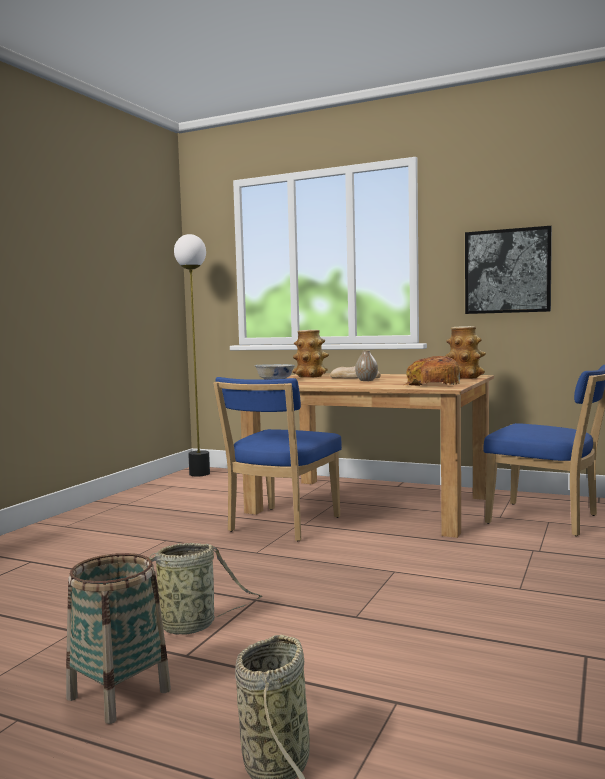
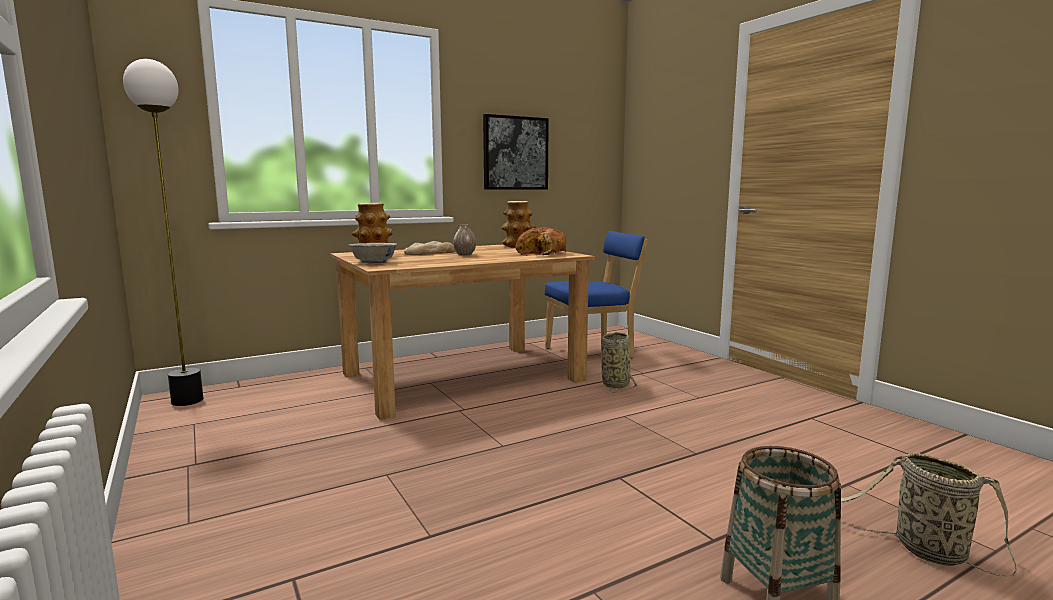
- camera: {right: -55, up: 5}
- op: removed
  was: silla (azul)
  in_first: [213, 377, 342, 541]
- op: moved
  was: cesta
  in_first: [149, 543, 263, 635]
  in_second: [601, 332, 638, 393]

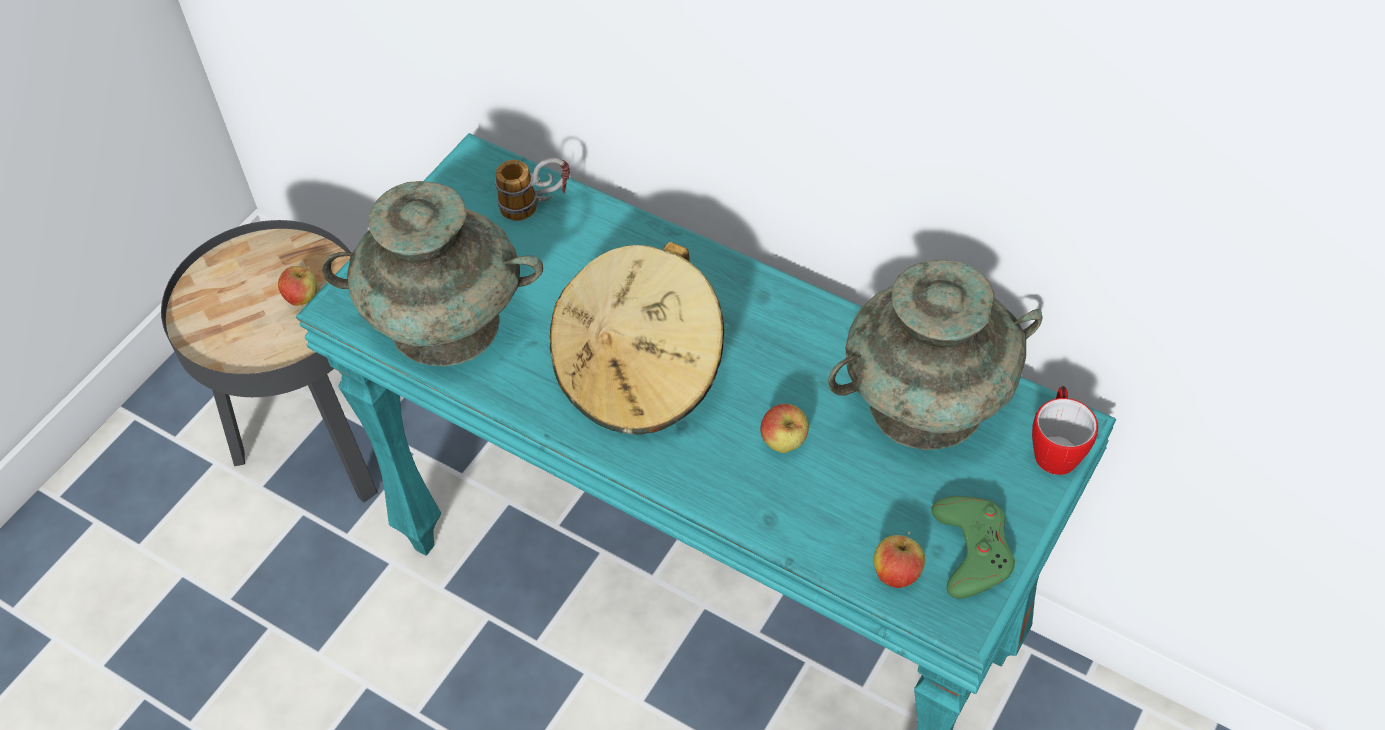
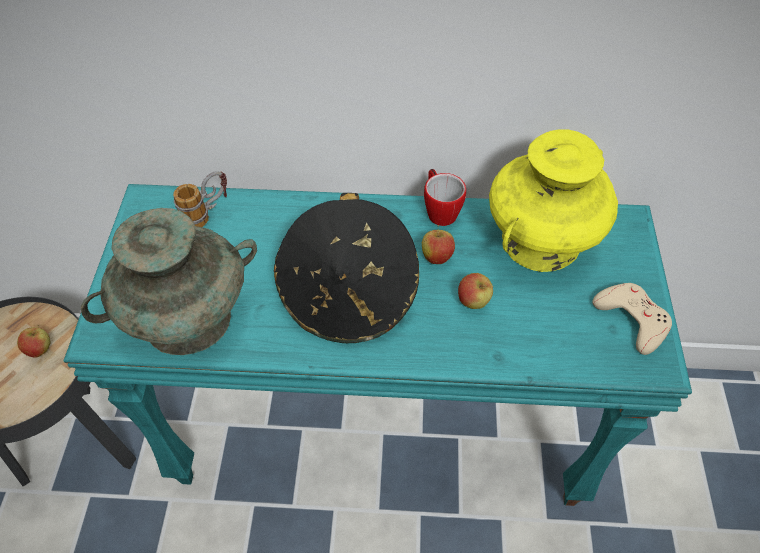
- camera: {right: -30, up: 0}
- op: moved
  was: manzana
  in_first: [873, 532, 925, 588]
  in_second: [422, 225, 455, 264]
- op: moved
  was: taza grande
  in_first: [1032, 386, 1098, 475]
  in_second: [424, 169, 466, 226]
- op: recoloured
  was: sombrero (beis)
  now: sombrero (negro)
  in_first: [550, 242, 724, 435]
  in_second: [274, 193, 419, 343]
- op: recoloured
  was: florero (turquesa)
  now: florero (amarillo)
  in_first: [828, 260, 1043, 450]
  in_second: [489, 129, 618, 272]
- op: recoloured
  was: mando de consola (verde)
  now: mando de consola (beis)
  in_first: [931, 496, 1015, 599]
  in_second: [592, 283, 672, 355]

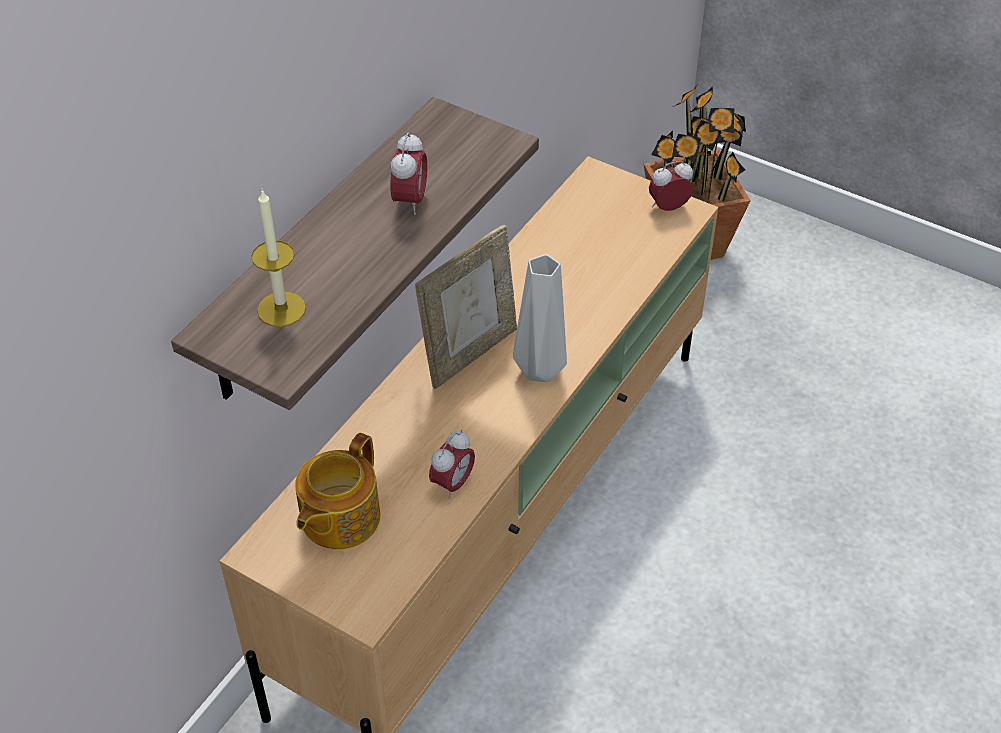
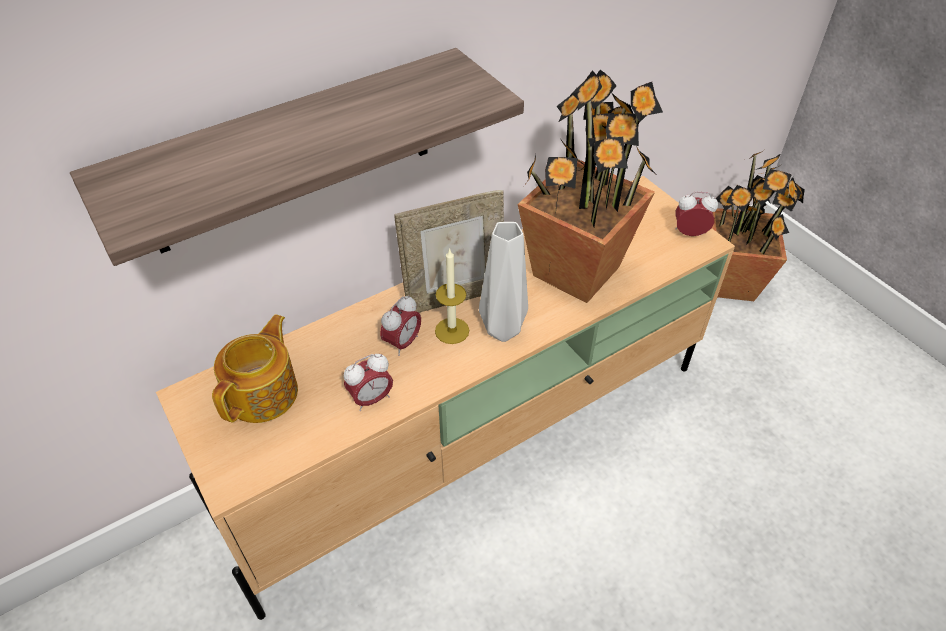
- camera: {right: 25, up: 0}
- op: added
  now: planta en maceta
  in_second: [518, 70, 663, 303]
- op: moved
  was: vela
  in_first: [251, 190, 306, 327]
  in_second: [435, 248, 469, 344]
- op: moved
  was: despertador
  in_first: [390, 131, 427, 215]
  in_second: [380, 295, 421, 356]
- op: turned
  was: tetera
  in_first: [295, 433, 380, 549]
  in_second: [212, 314, 298, 423]
  clockwise: 150

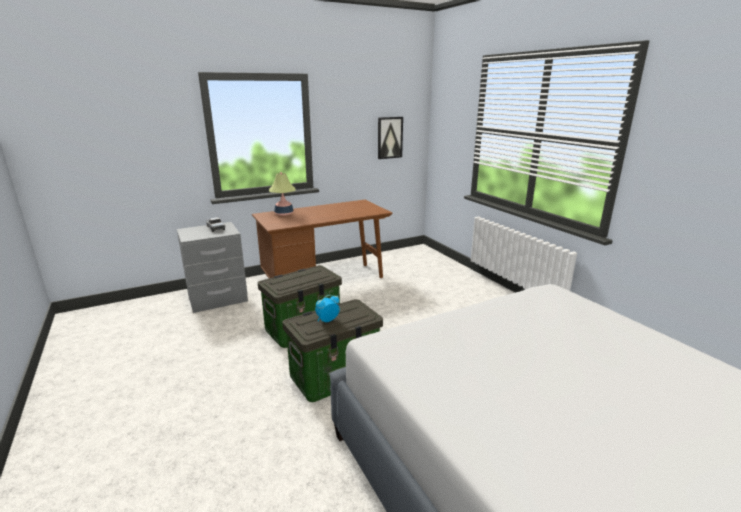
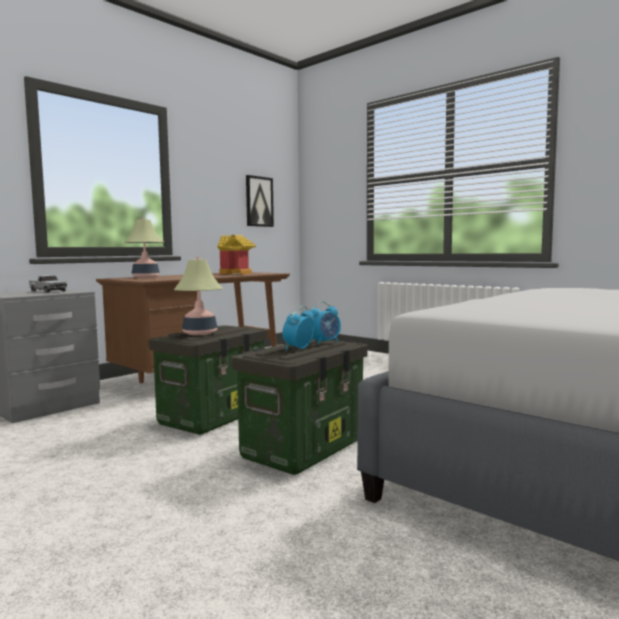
- camera: {right: -20, up: -15}
- op: added
  now: lámpara de mesa
  in_second: [174, 257, 223, 335]
- op: added
  now: casita
  in_second: [217, 235, 256, 275]
- op: added
  now: despertador
  in_second: [310, 301, 341, 345]

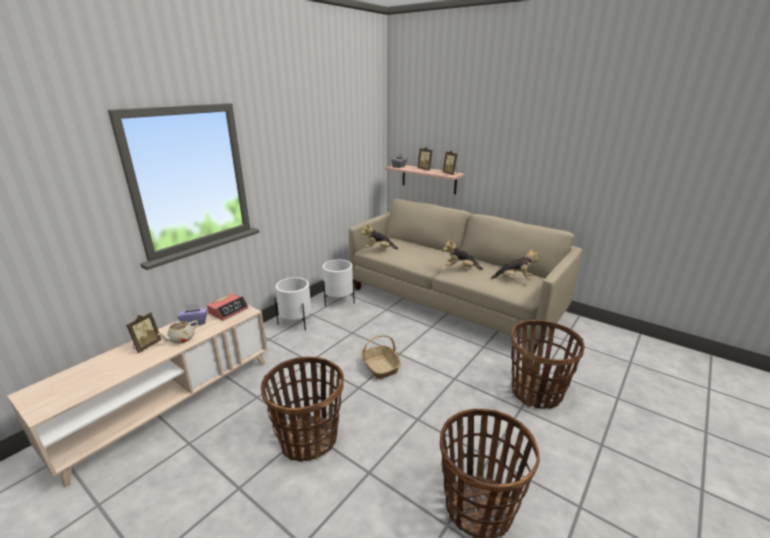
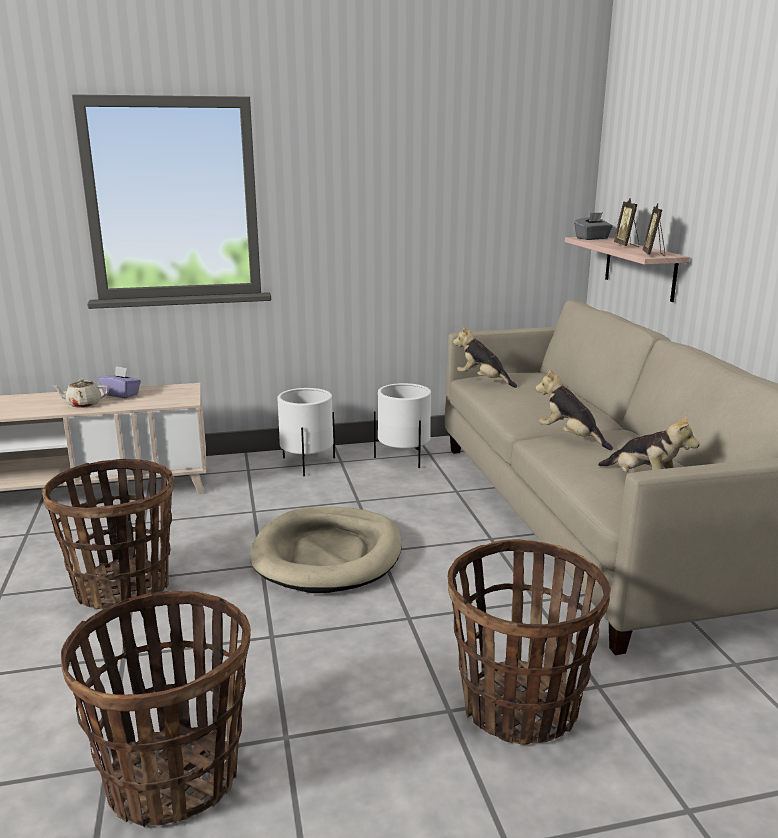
- camera: {right: 40, up: -5}
- op: removed
  was: portarretratos
  in_first: [127, 312, 162, 353]
- op: removed
  was: despertador
  in_first: [207, 293, 249, 320]
- op: replaced
  was: cesta
  now: cama para perro (beis)
  in_first: [361, 335, 401, 379]
  in_second: [250, 507, 402, 593]

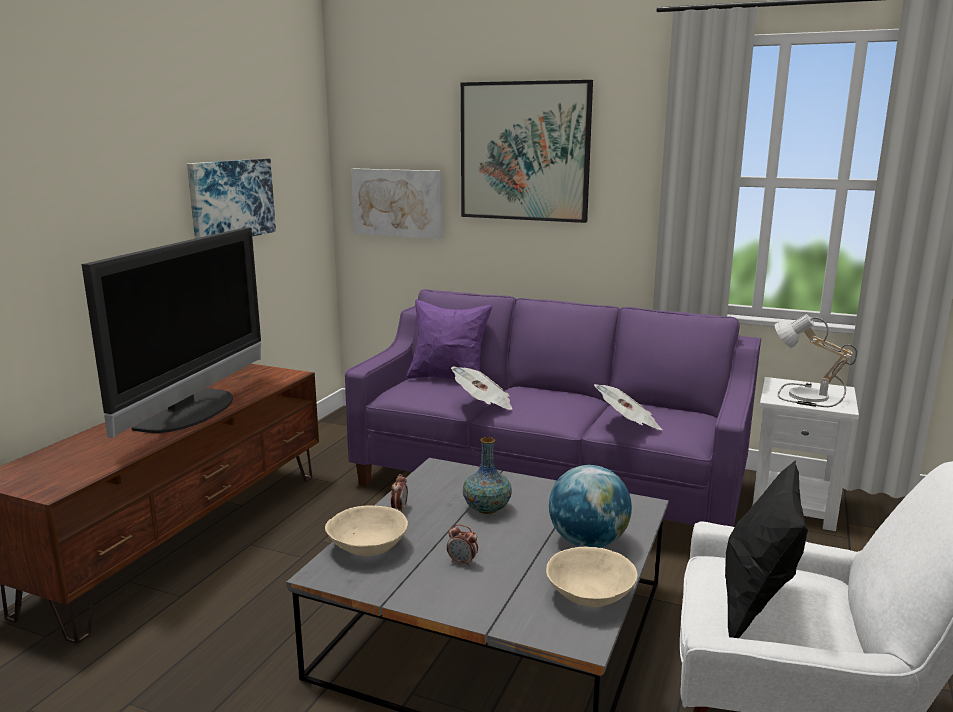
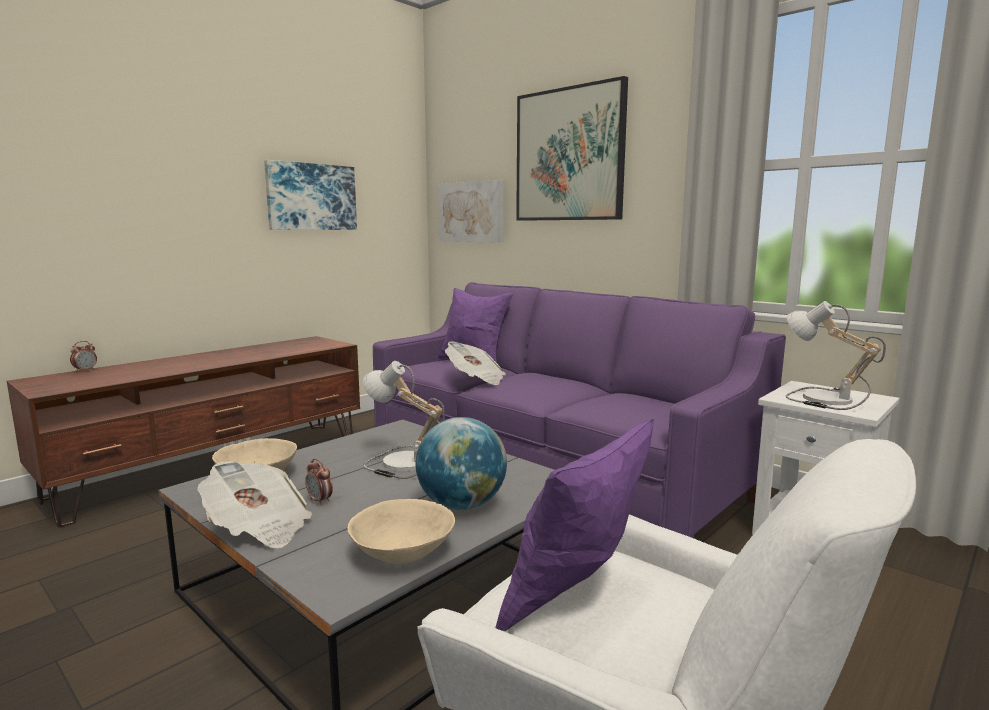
- camera: {right: 20, up: -5}
- op: removed
  was: televisor
  in_first: [82, 227, 261, 438]
- op: moved
  was: despertador
  in_first: [391, 474, 408, 512]
  in_second: [70, 341, 97, 372]
- op: moved
  was: periódico
  in_first: [594, 384, 662, 430]
  in_second: [197, 461, 312, 548]
- op: replaced
  was: florero
  now: lámpara de mesa
  in_first: [463, 437, 512, 514]
  in_second: [363, 361, 445, 479]
- op: recoloured
  was: cojín (negro)
  now: cojín (morado)
  in_first: [725, 460, 808, 638]
  in_second: [495, 419, 654, 631]

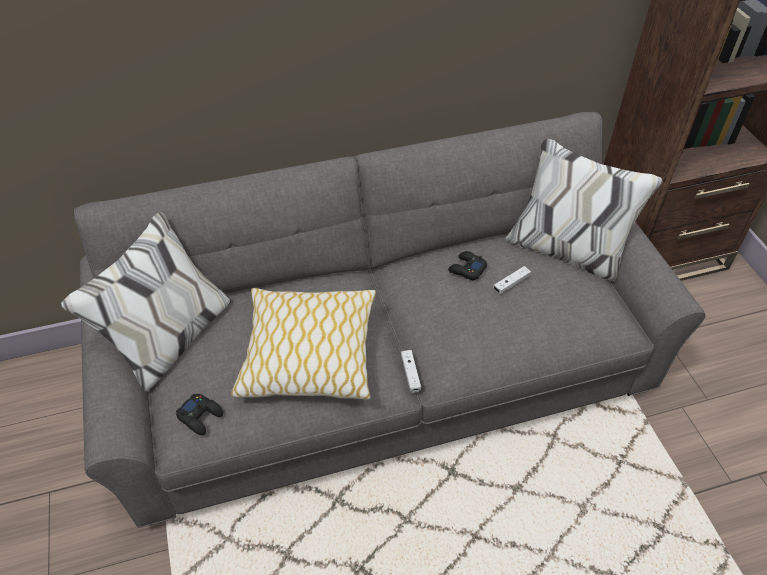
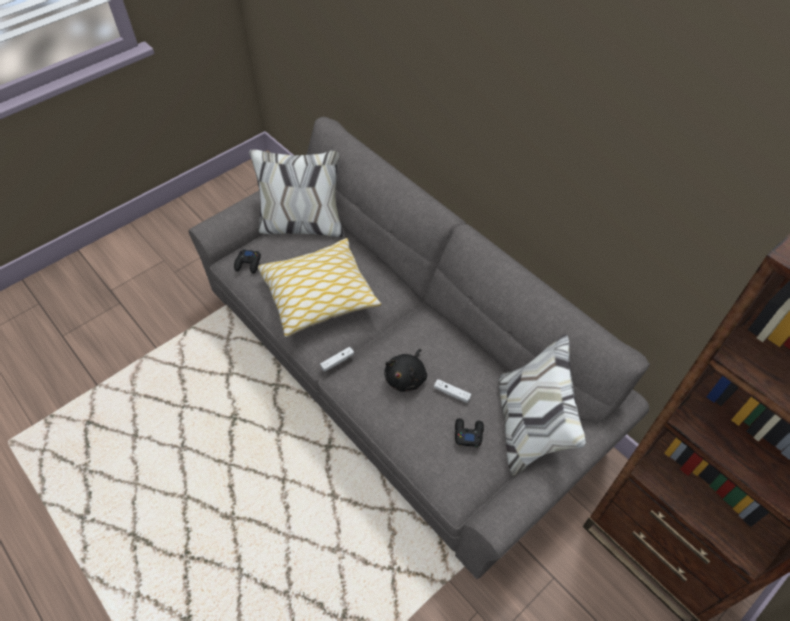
- camera: {right: 65, up: 5}
- op: added
  now: peluche (negro)
  in_second: [384, 349, 427, 392]
- op: moved
  was: mando de consola (negro)
  in_first: [448, 251, 488, 280]
  in_second: [455, 418, 484, 447]

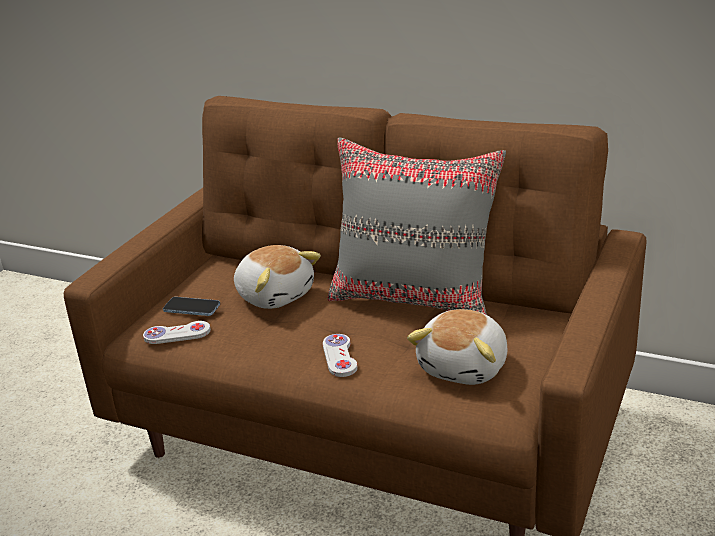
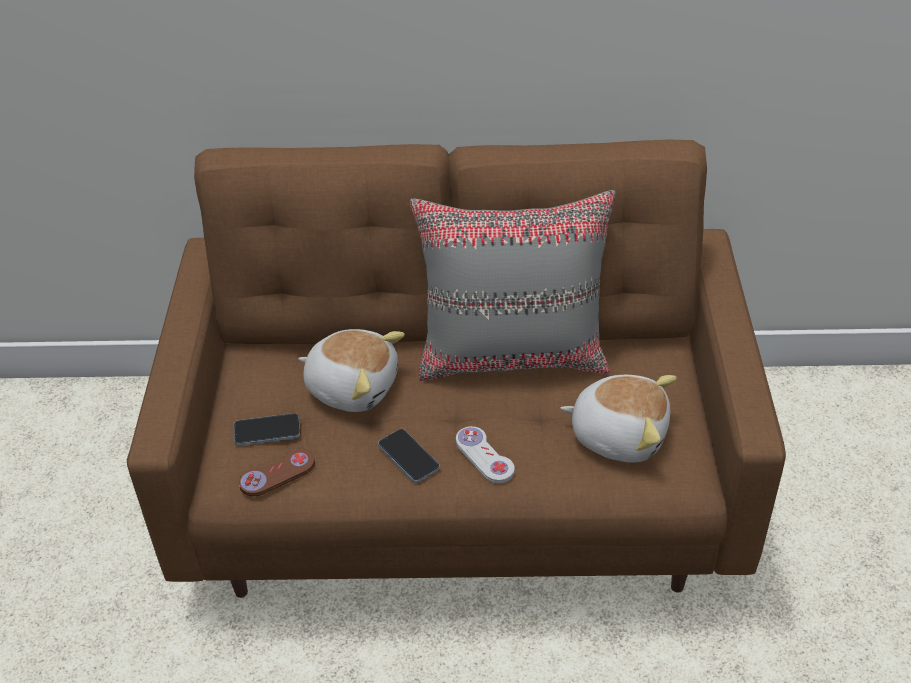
- camera: {right: -25, up: 15}
- op: added
  now: móvil
  in_second: [378, 429, 440, 483]
- op: recoloured
  was: mando de consola (blanco)
  now: mando de consola (marrón)
  in_first: [143, 321, 211, 344]
  in_second: [239, 448, 315, 496]
- op: turned
  was: peluche
  in_first: [407, 309, 507, 385]
  in_second: [560, 375, 677, 463]
  clockwise: -75

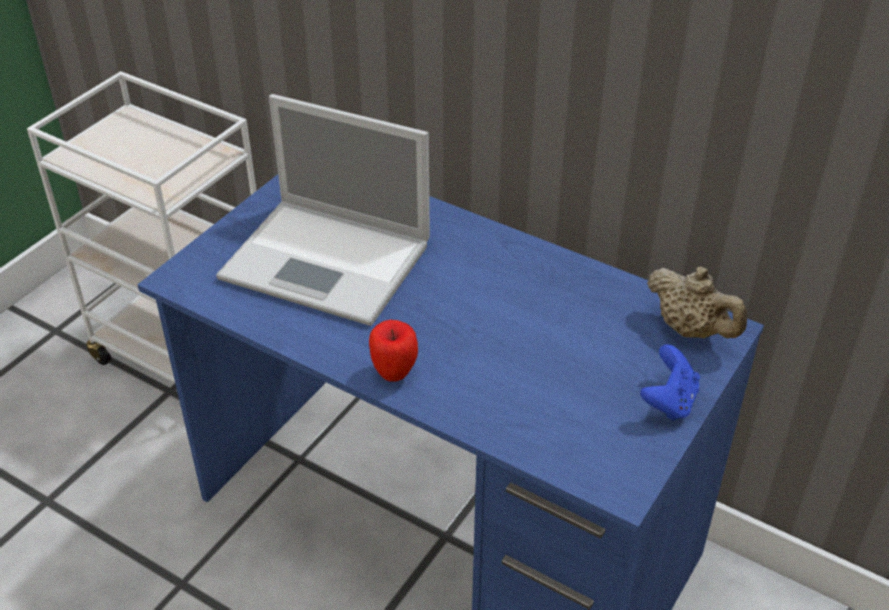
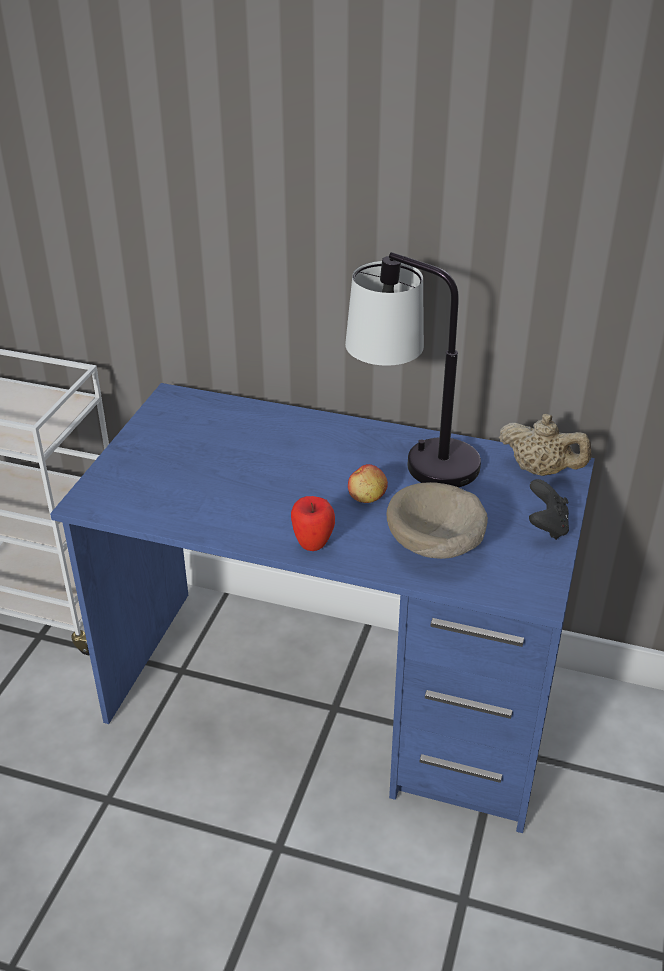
- camera: {right: -15, up: -5}
- op: removed
  was: portátil
  in_first: [216, 94, 430, 326]
- op: added
  now: lámpara de mesa
  in_second: [345, 252, 481, 487]
- op: added
  now: manzana
  in_second: [348, 464, 388, 503]
- op: added
  now: cuenco (beis)
  in_second: [386, 482, 488, 559]
- op: recoloured
  was: mando de consola (azul)
  now: mando de consola (negro)
  in_first: [640, 345, 700, 421]
  in_second: [529, 479, 569, 540]

